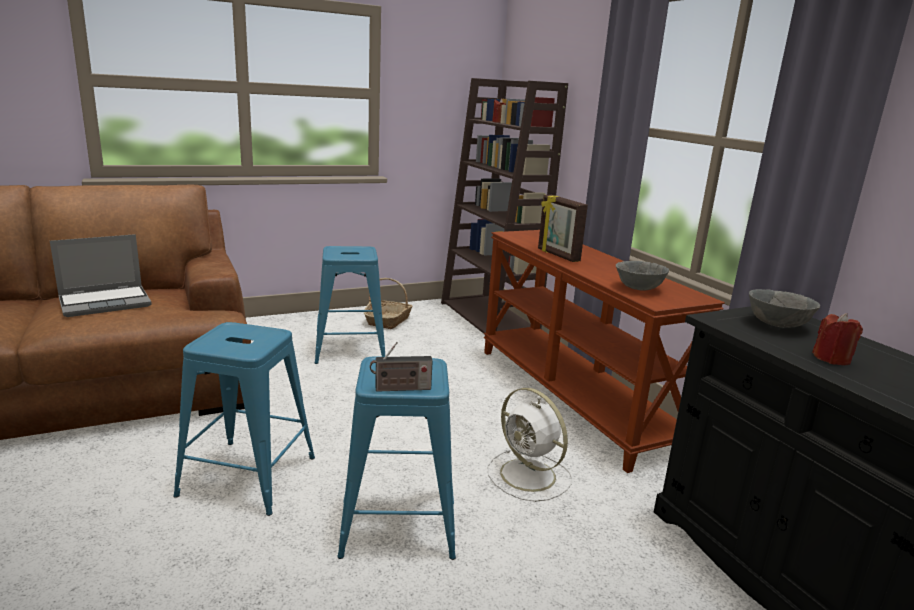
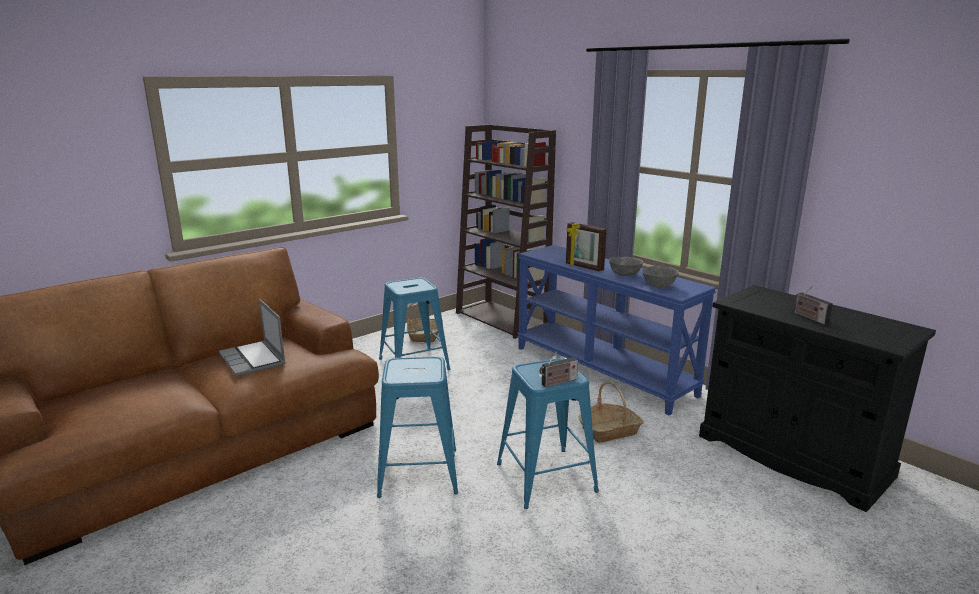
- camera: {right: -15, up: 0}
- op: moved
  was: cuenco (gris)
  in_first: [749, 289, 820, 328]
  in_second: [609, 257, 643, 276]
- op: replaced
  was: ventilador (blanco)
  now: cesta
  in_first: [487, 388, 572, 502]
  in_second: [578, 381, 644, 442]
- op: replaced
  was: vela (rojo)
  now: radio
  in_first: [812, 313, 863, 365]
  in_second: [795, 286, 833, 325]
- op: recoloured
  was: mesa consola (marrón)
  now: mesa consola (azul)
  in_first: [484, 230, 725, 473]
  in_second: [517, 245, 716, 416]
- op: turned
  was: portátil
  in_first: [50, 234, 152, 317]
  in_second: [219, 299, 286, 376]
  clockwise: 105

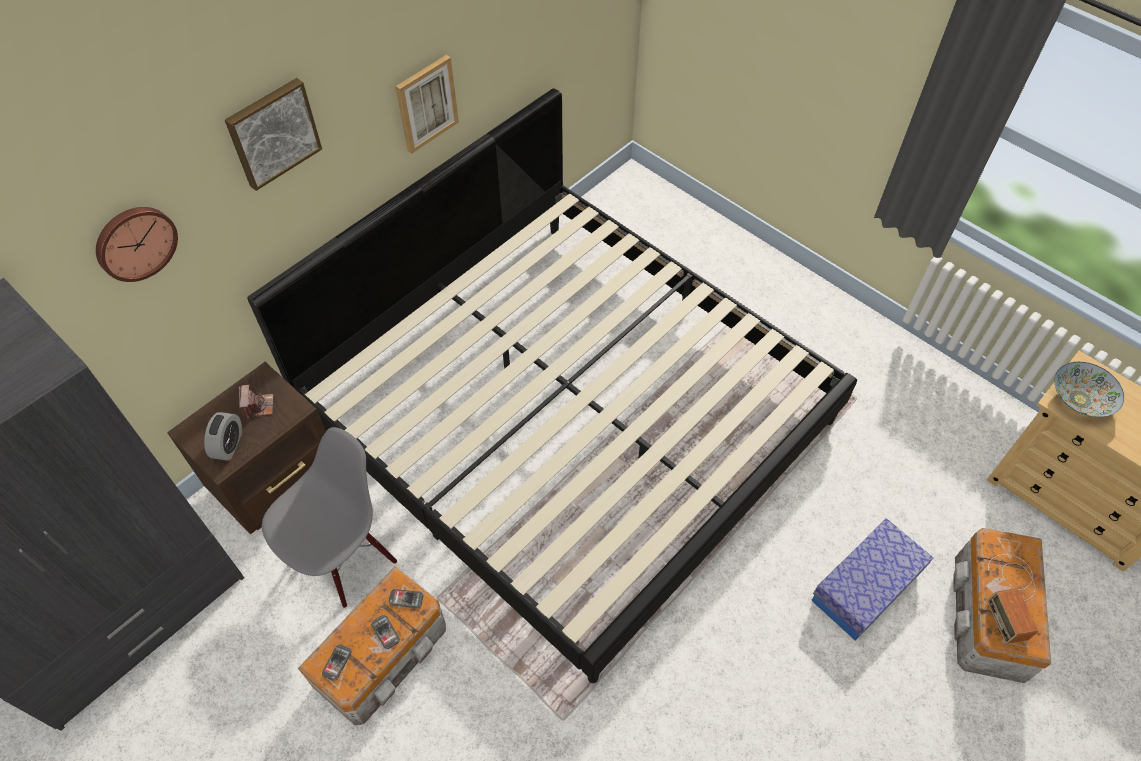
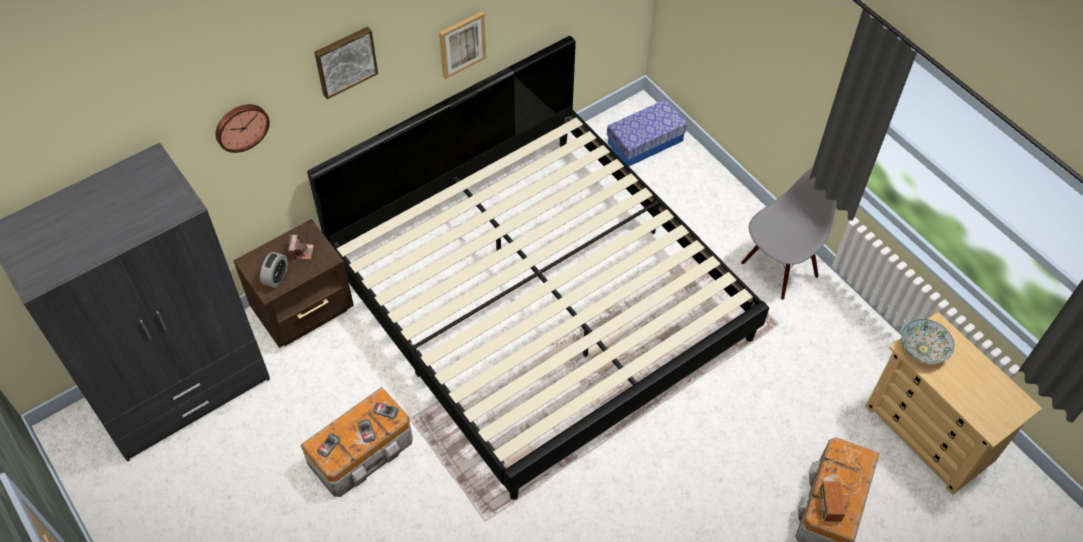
- camera: {right: 10, up: 0}
- op: moved
  was: silla (gris)
  in_first: [262, 427, 397, 608]
  in_second: [741, 167, 837, 300]
- op: moved
  was: caja de almacenaje
  in_first: [811, 518, 933, 640]
  in_second: [607, 99, 688, 166]

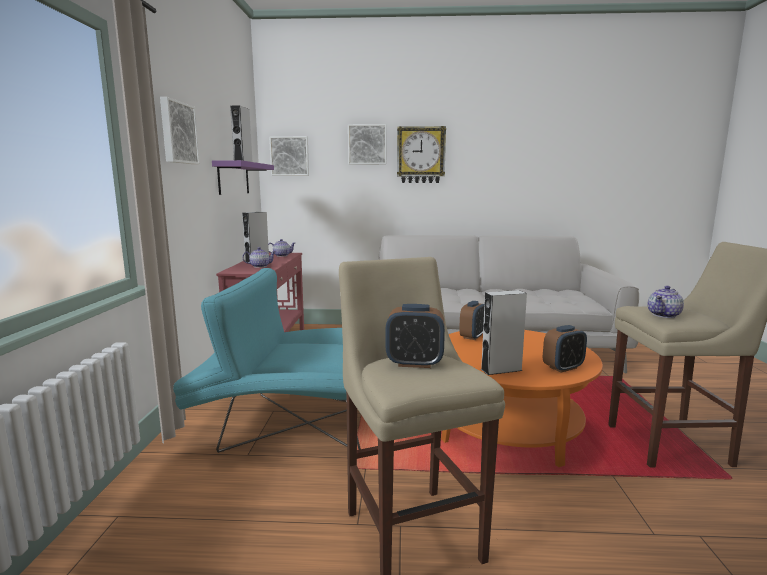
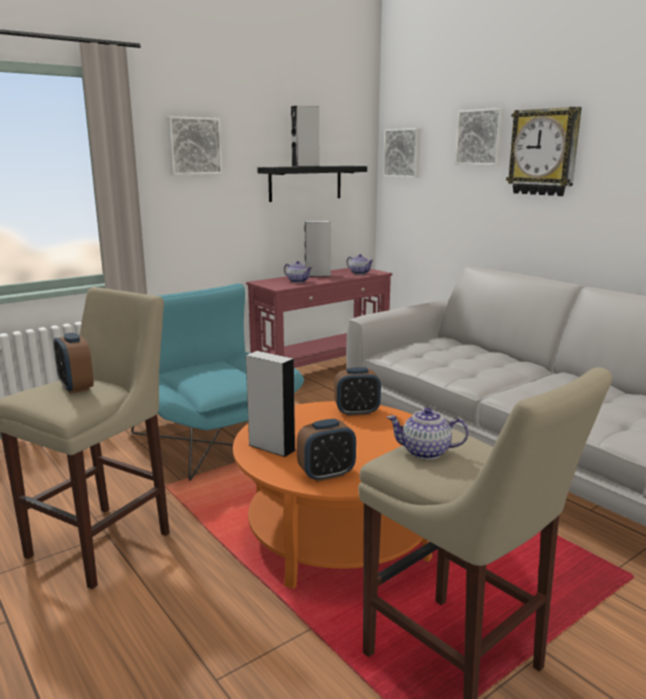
- camera: {right: 50, up: 5}
- op: recoloured
  was: estante (morado)
  now: estante (negro)
  in_first: [212, 160, 274, 195]
  in_second: [257, 166, 367, 202]
- op: turned
  was: despertador
  in_first: [543, 325, 587, 373]
  in_second: [297, 419, 356, 482]
  clockwise: -45

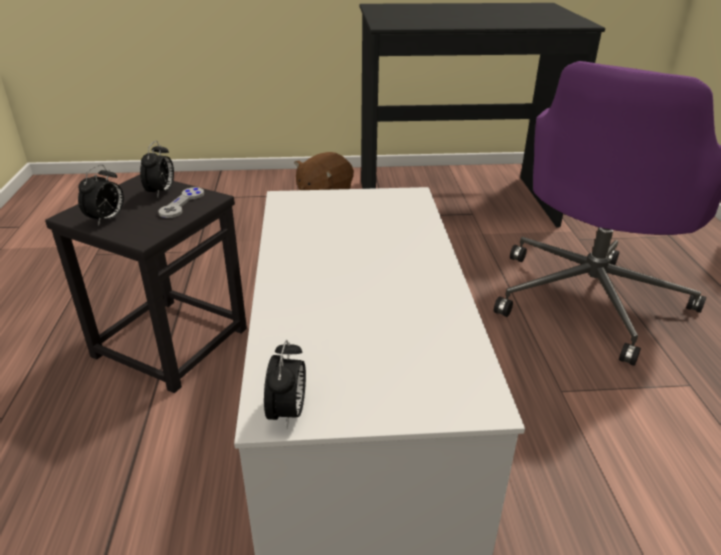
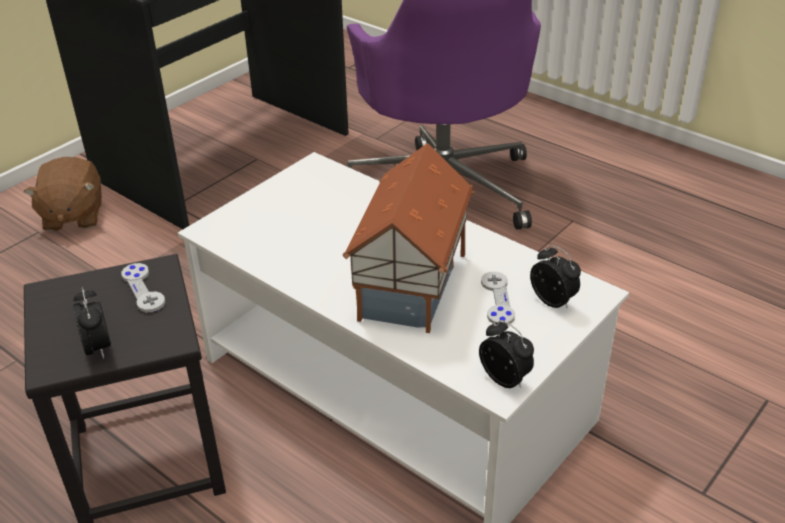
- camera: {right: -45, up: 5}
- op: added
  now: casita
  in_second: [343, 143, 475, 333]
- op: added
  now: mando de consola (gris)
  in_second: [481, 272, 515, 325]
- op: moved
  was: despertador
  in_first: [140, 141, 174, 197]
  in_second: [530, 245, 581, 309]

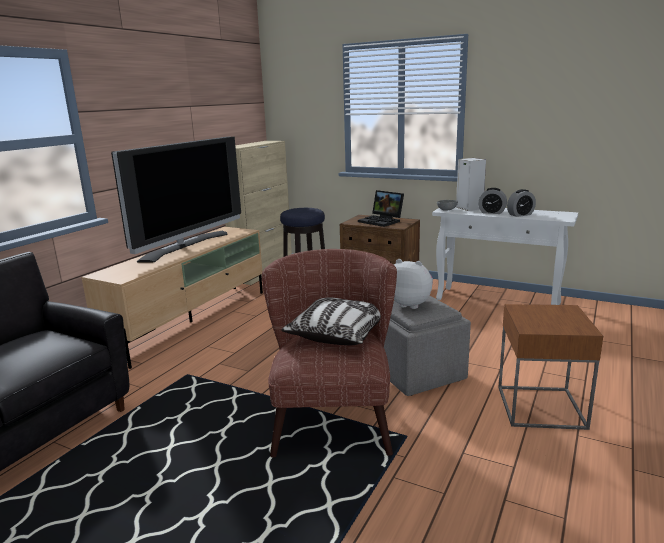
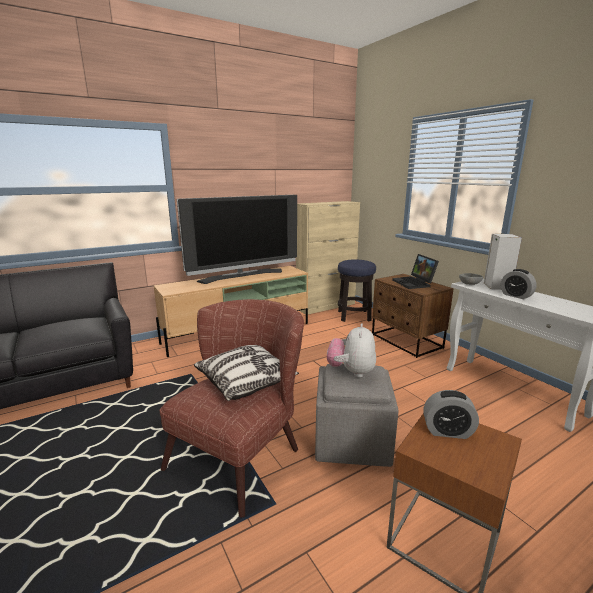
- camera: {right: 30, up: 0}
- op: moved
  was: despertador
  in_first: [507, 189, 536, 217]
  in_second: [423, 390, 479, 439]
- op: turned
  was: peluche
  in_first: [394, 259, 433, 309]
  in_second: [327, 323, 376, 378]
  clockwise: -135

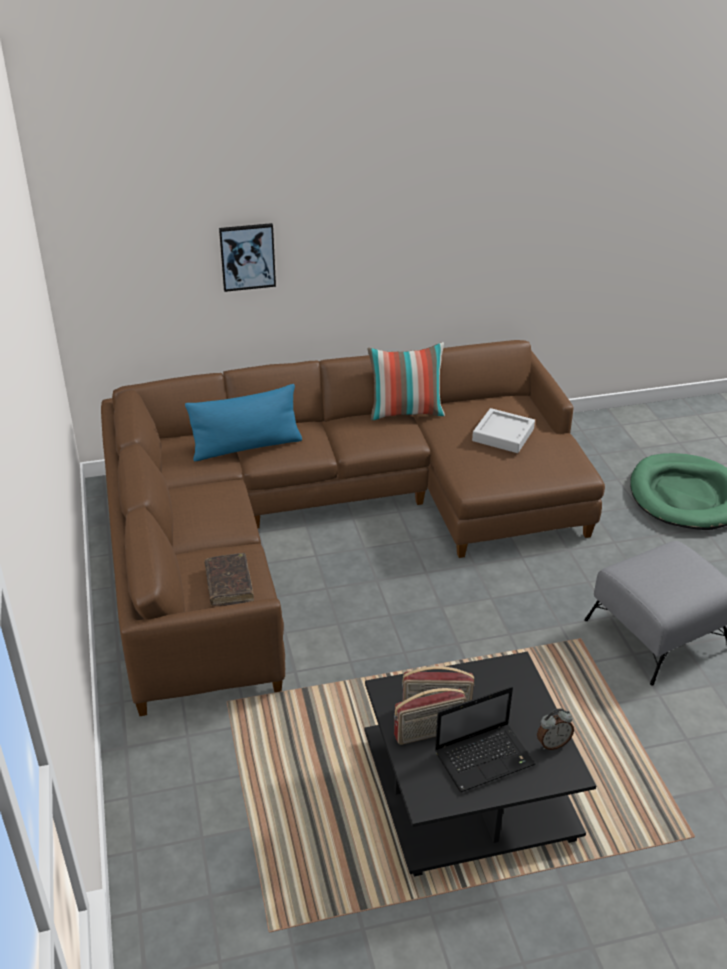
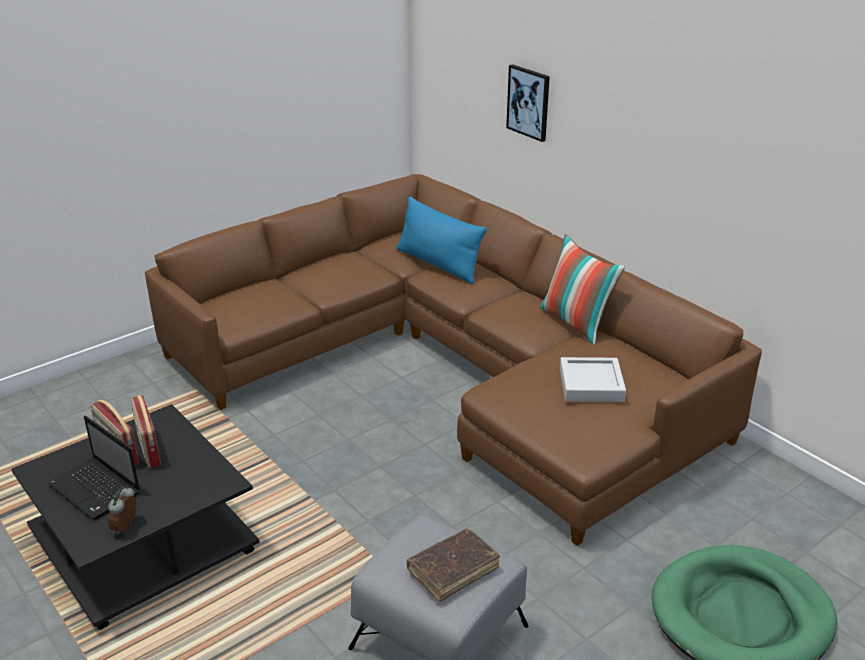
- camera: {right: 65, up: -5}
- op: moved
  was: libro (marrón)
  in_first: [204, 553, 254, 606]
  in_second: [406, 529, 500, 602]
- op: turned
  was: despertador
  in_first: [537, 708, 574, 750]
  in_second: [108, 486, 136, 535]
  clockwise: 60

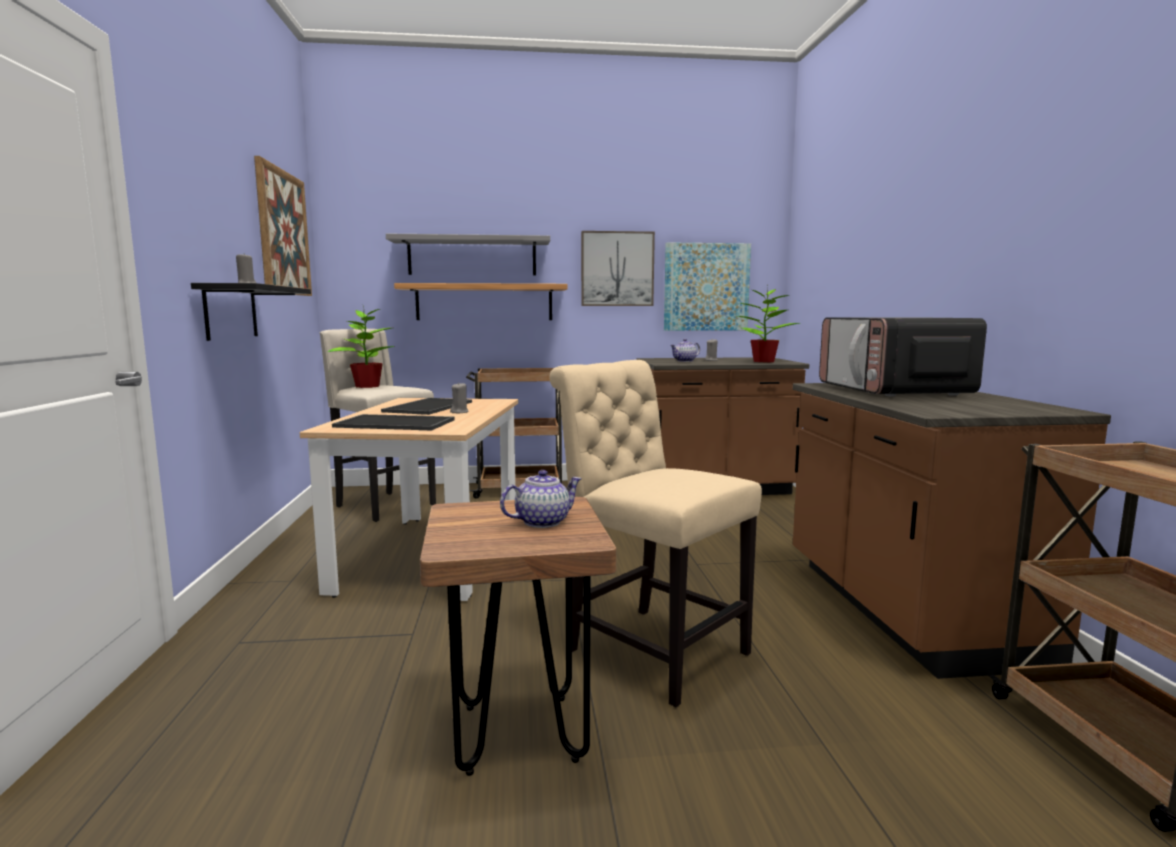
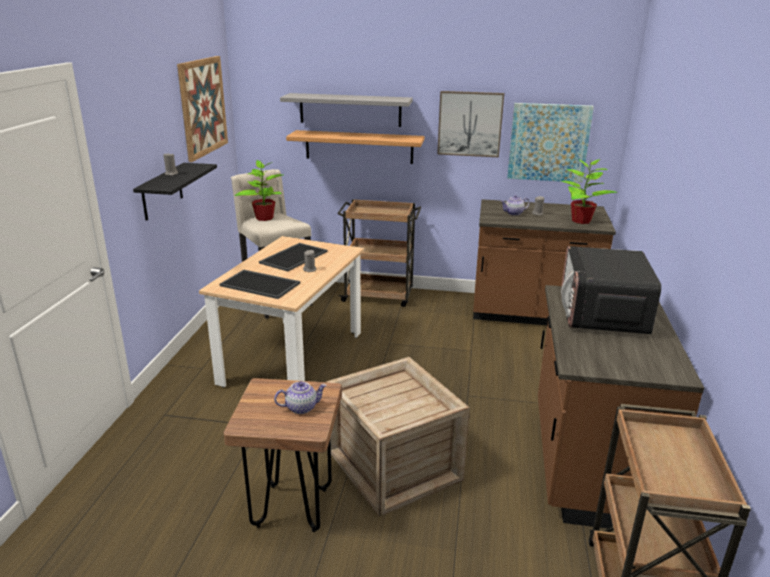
- camera: {right: 15, up: 15}
- op: replaced
  was: silla (beis)
  now: caja de embalaje
  in_first: [550, 360, 762, 707]
  in_second: [326, 357, 470, 517]

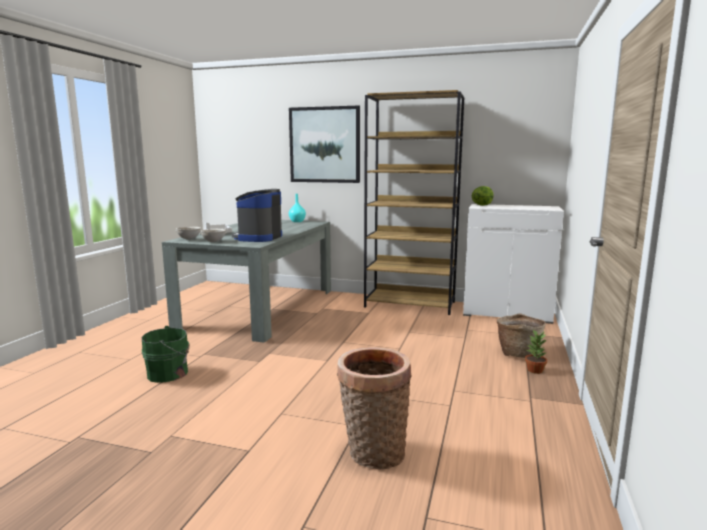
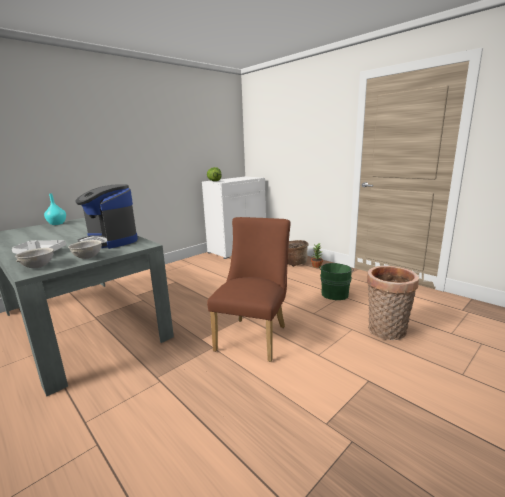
- camera: {right: -60, up: 5}
- op: removed
  was: cuadro
  in_first: [289, 106, 360, 183]
- op: removed
  was: estantería (marrón)
  in_first: [364, 90, 464, 315]
- op: added
  now: silla (marrón)
  in_second: [207, 217, 290, 362]
- op: moved
  was: cubo (verde)
  in_first: [142, 326, 190, 383]
  in_second: [319, 263, 354, 300]

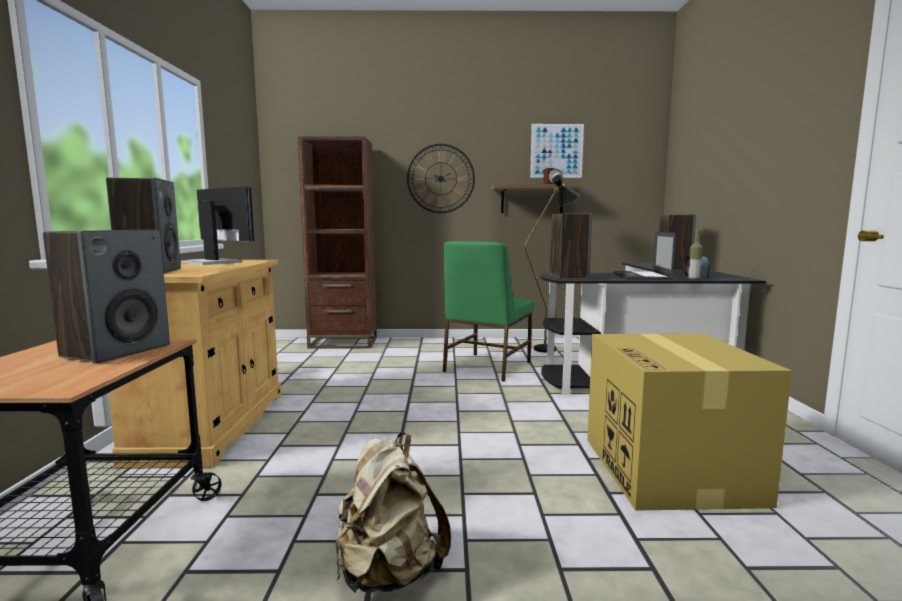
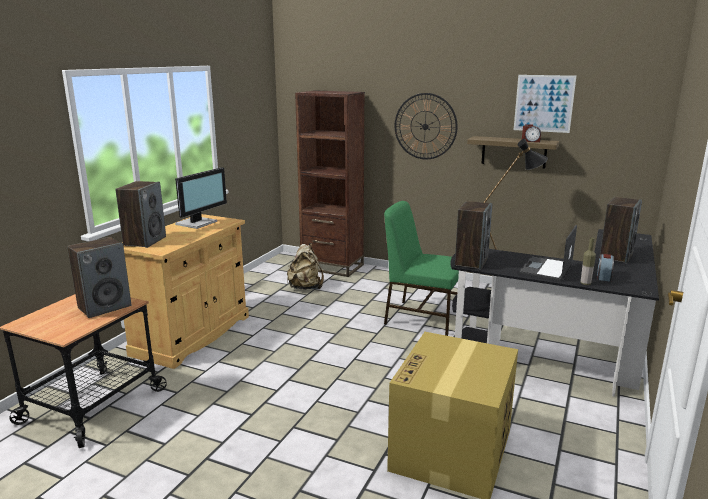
- camera: {right: 25, up: 10}
- op: moved
  was: mochila (beis)
  in_first: [336, 433, 451, 593]
  in_second: [287, 243, 324, 290]
- op: turned
  was: monitor
  in_first: [181, 186, 254, 265]
  in_second: [175, 167, 227, 229]
  clockwise: 60
- op: turned
  was: silla (verde)
  in_first: [443, 241, 534, 382]
  in_second: [384, 201, 459, 336]
  clockwise: 60

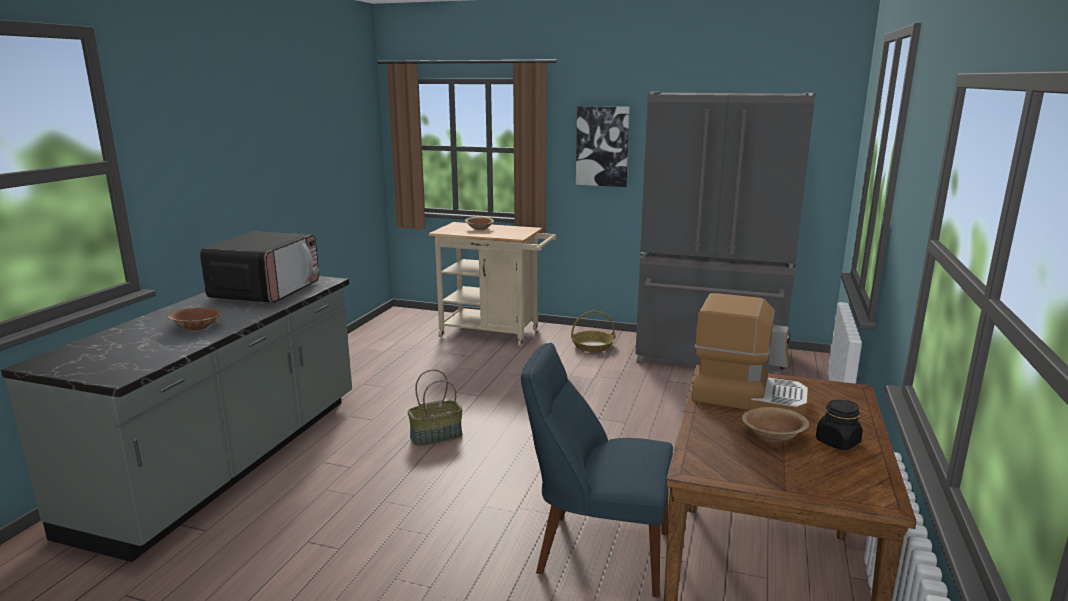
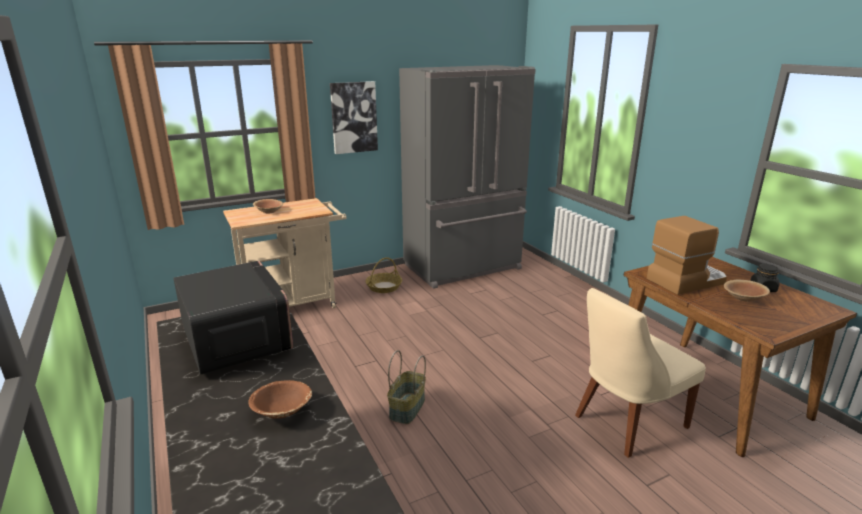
- camera: {right: -45, up: 5}
- op: recoloured
  was: silla (azul)
  now: silla (beis)
  in_first: [521, 343, 673, 597]
  in_second: [575, 288, 706, 458]

